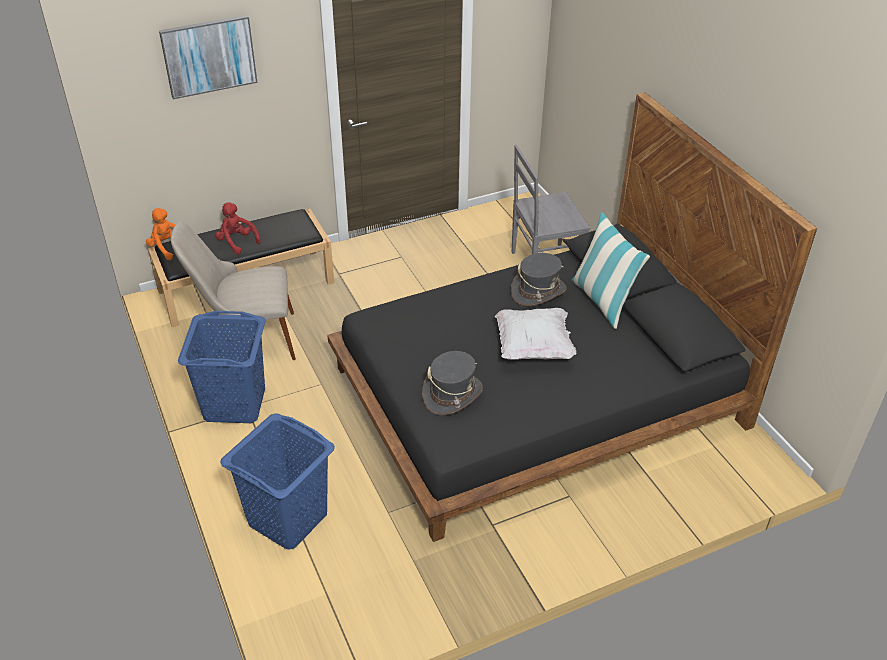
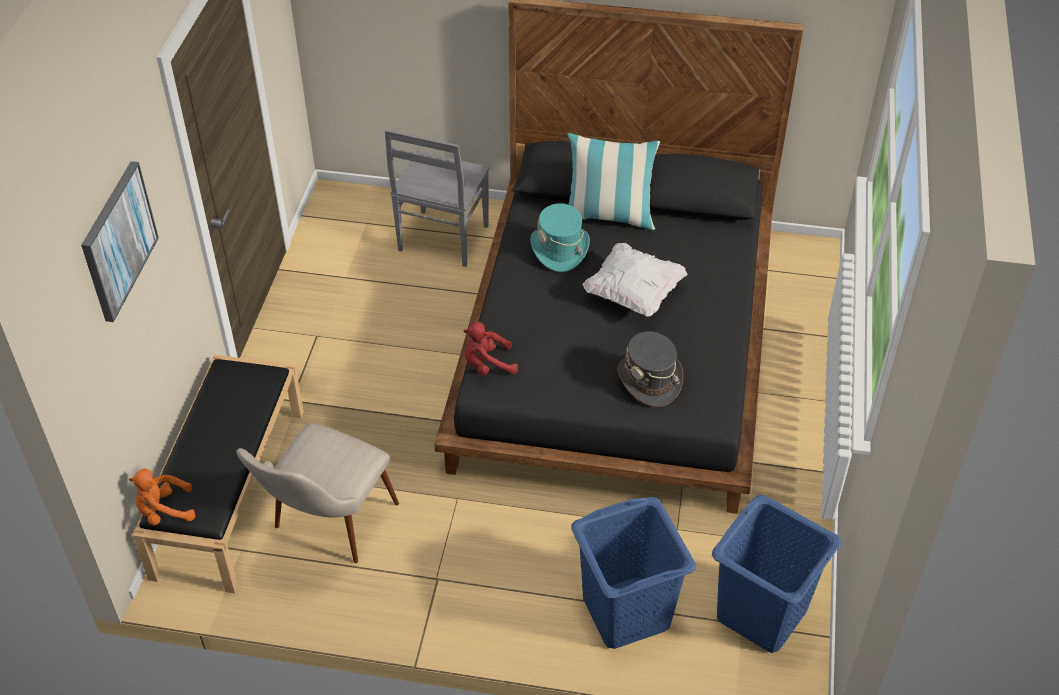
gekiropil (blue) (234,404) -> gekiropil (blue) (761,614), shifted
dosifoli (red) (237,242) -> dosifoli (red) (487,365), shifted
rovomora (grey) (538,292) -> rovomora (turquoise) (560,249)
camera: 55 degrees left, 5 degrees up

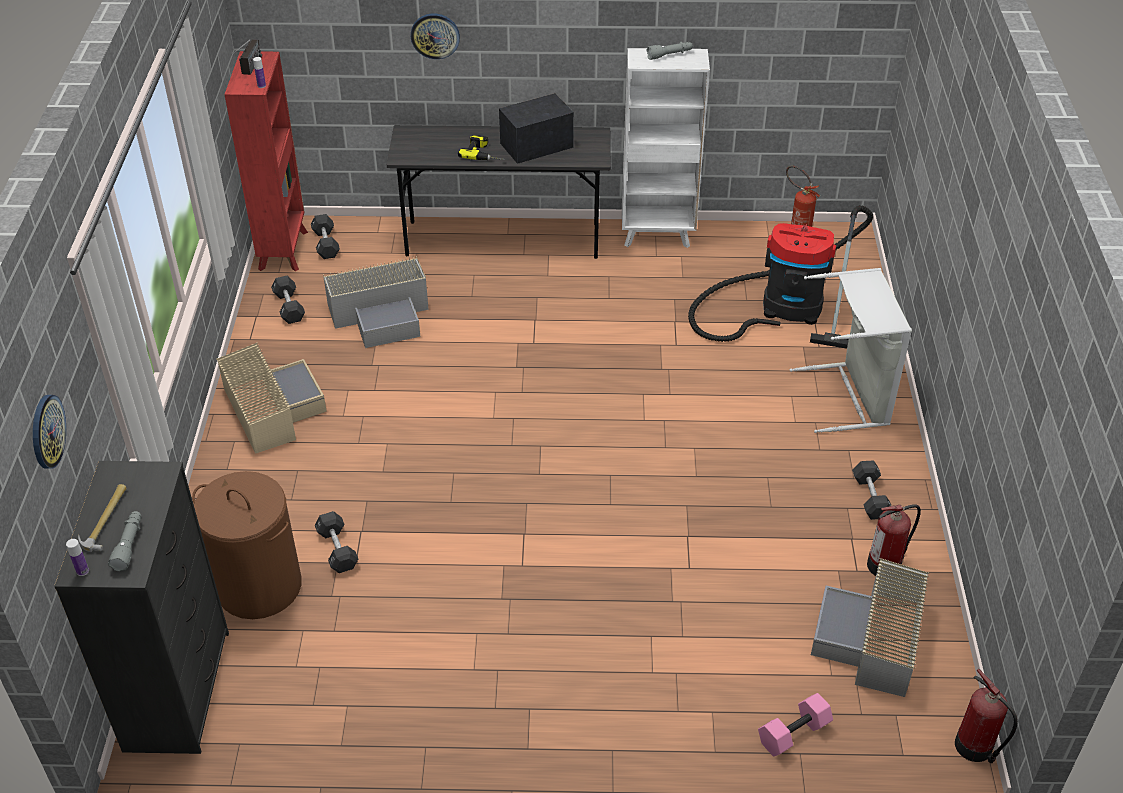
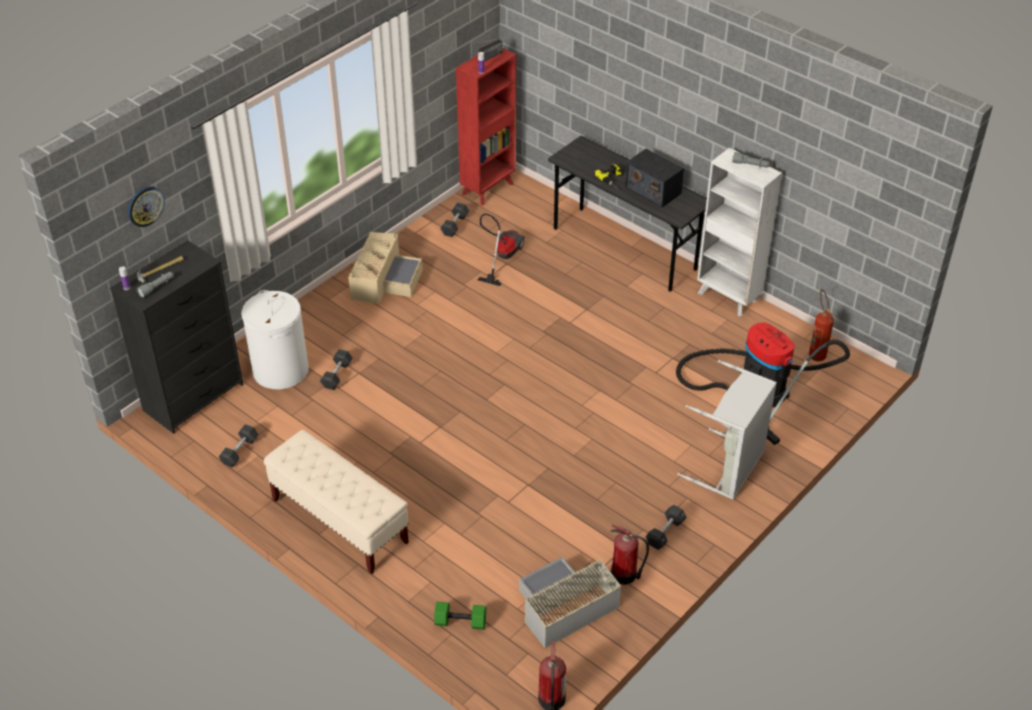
gekiropil (brown) (258,586) -> gekiropil (white) (280,370)
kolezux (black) (326,244) -> kolezux (black) (240,451), shifted
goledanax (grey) (382,314) -> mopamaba (502,257)
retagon (435,35) -> none
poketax (537,145) -> poketax (652,190), 150 degrees counterclockwise
kolezux (pink) (793,732) -> kolezux (green) (461,621)
none -> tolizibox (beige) (339,521)
camera: 40 degrees right, 0 degrees up

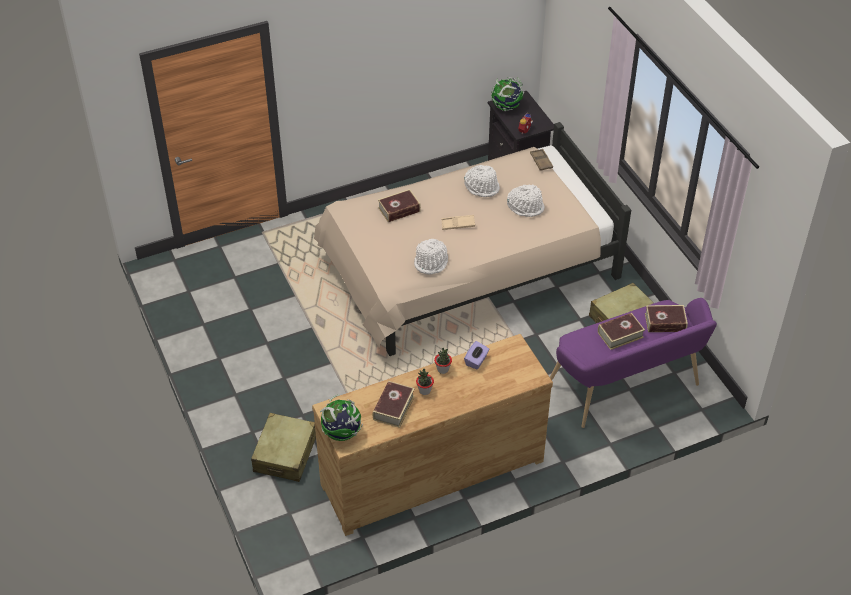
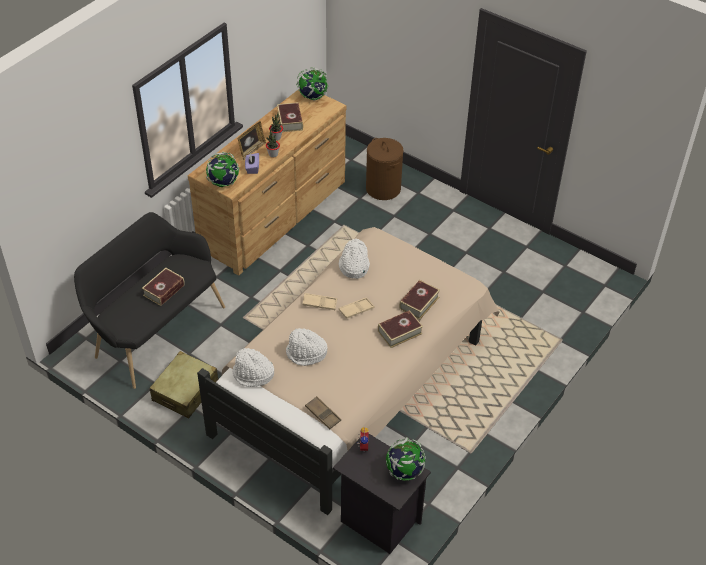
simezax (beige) (285,454) -> gekiropil (brown) (383,189)
rovomora (white) (482,187) -> rovomora (white) (253,375), shifted
tolizibox (purple) (628,389) -> tolizibox (black) (155,331)
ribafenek (665,322) -> ribafenek (399,332), shifted
none -> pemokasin (223,183)
none -> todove (251,150)
none -> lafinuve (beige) (319,303)
camera: 150 degrees right, 0 degrees up

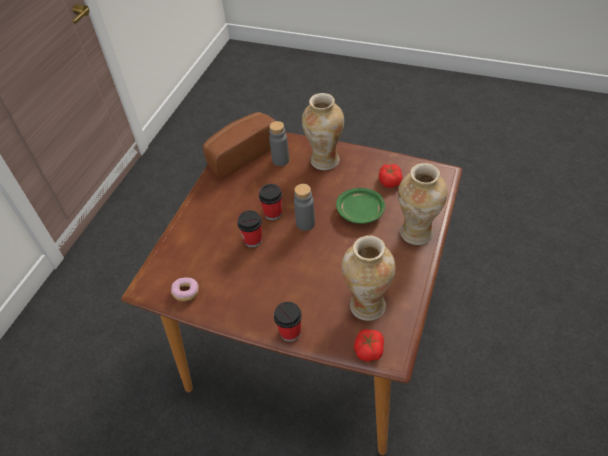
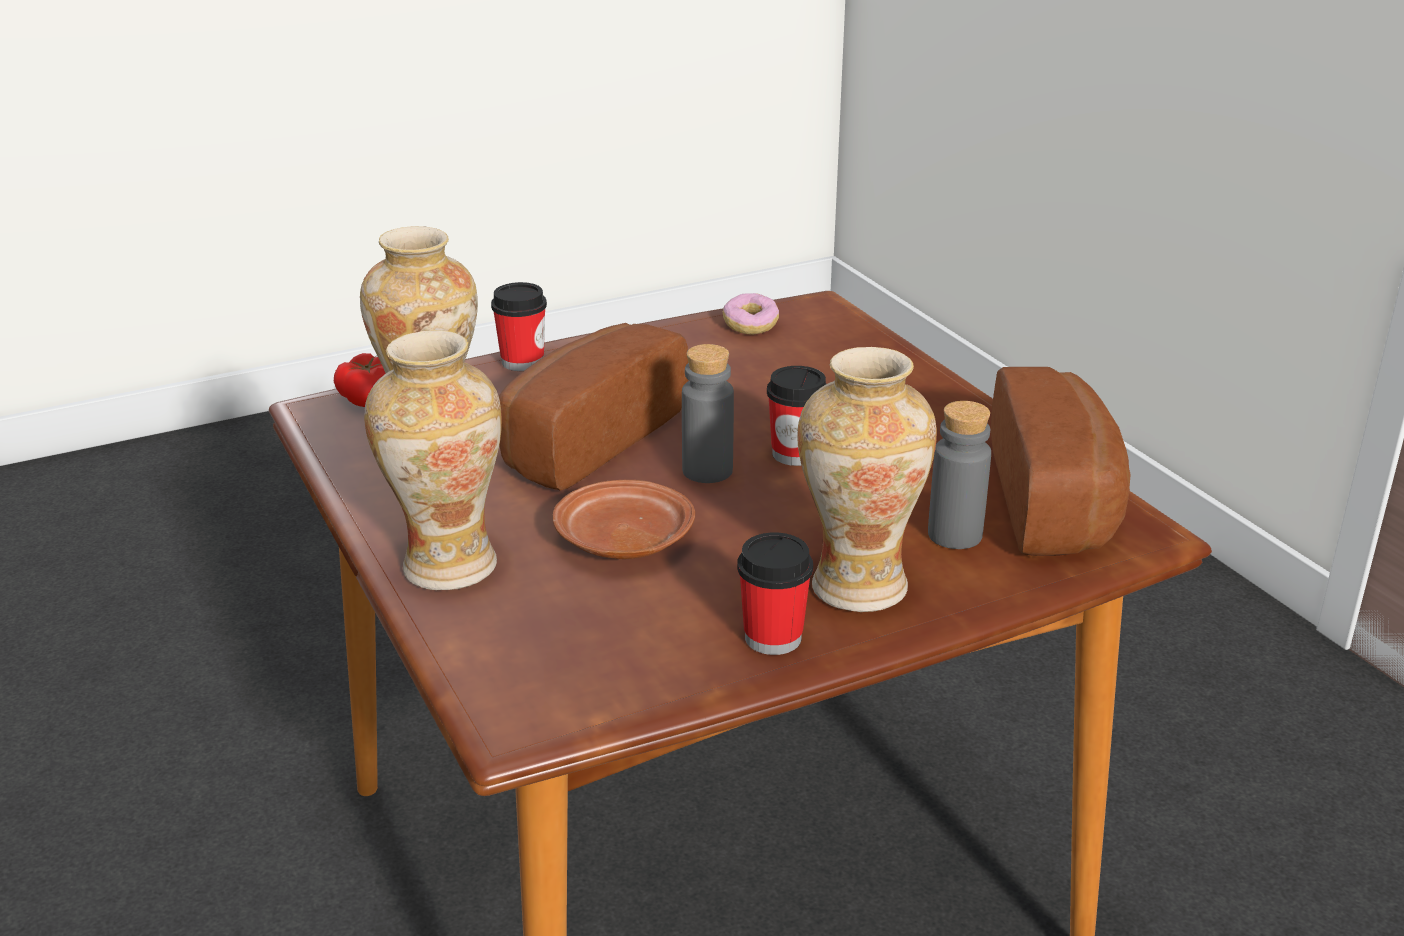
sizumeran (253,240) -> sizumeran (773,638), shifted
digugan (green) (361,212) -> digugan (brown) (622,540)
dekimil (389,181) -> none
none -> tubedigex (584,439)
camera: 130 degrees right, 20 degrees down

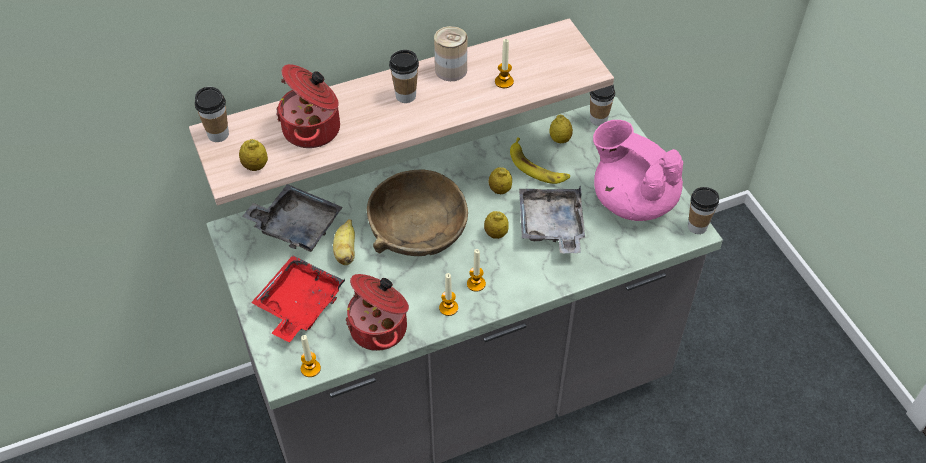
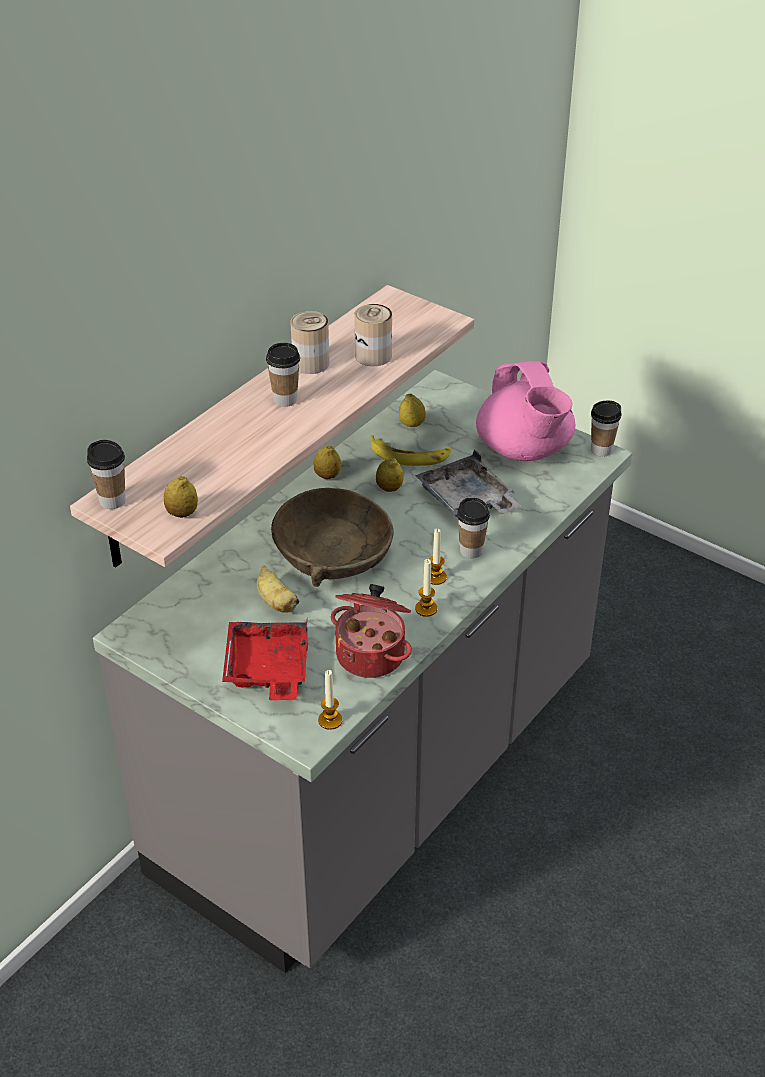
lafinuve (grey) (296,226) -> none
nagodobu (313,129) -> none
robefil (496,234) -> robefil (327,476), shifted
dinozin (504,82) -> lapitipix (373,356)
sizumeran (598,119) -> sizumeran (471,551), shifted
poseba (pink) (632,200) -> poseba (pink) (524,450), 120 degrees counterclockwise
camera: 30 degrees left, 10 degrees down

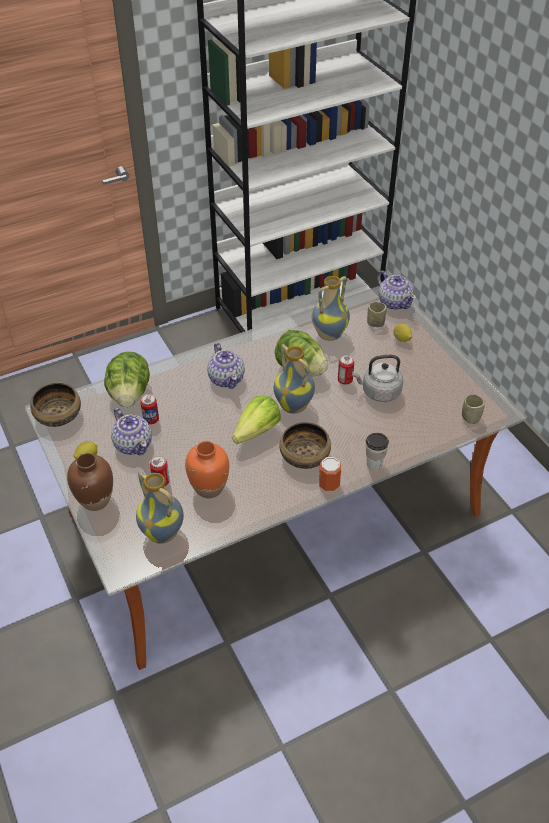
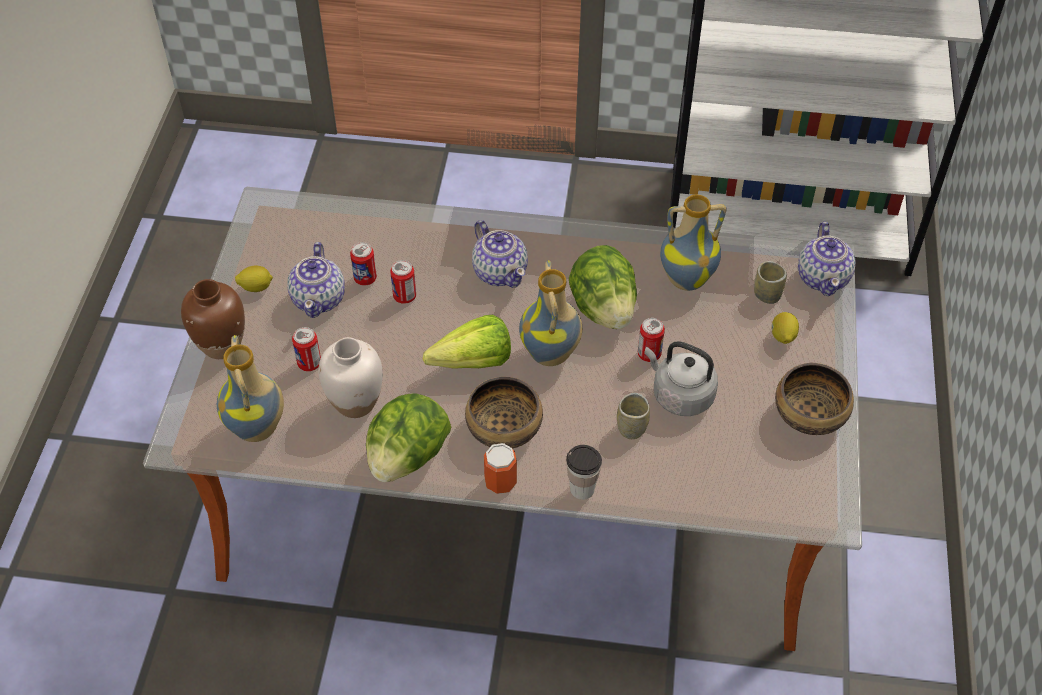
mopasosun (58,415) -> mopasosun (811,413), shifted
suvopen (129,394) -> suvopen (407,457), shifted
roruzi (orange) (209,488) -> roruzi (white) (355,403)
poseba (226,378) -> poseba (500,272), 45 degrees counterclockwise
sizumeran (470,417) -> sizumeran (631,428), shifted
none -> lapitipix (404,296)
camera: 35 degrees right, 5 degrees up

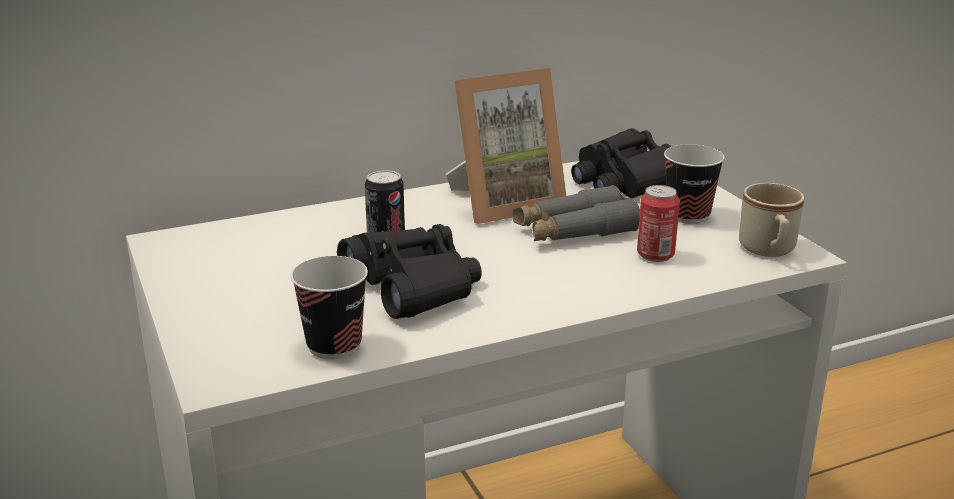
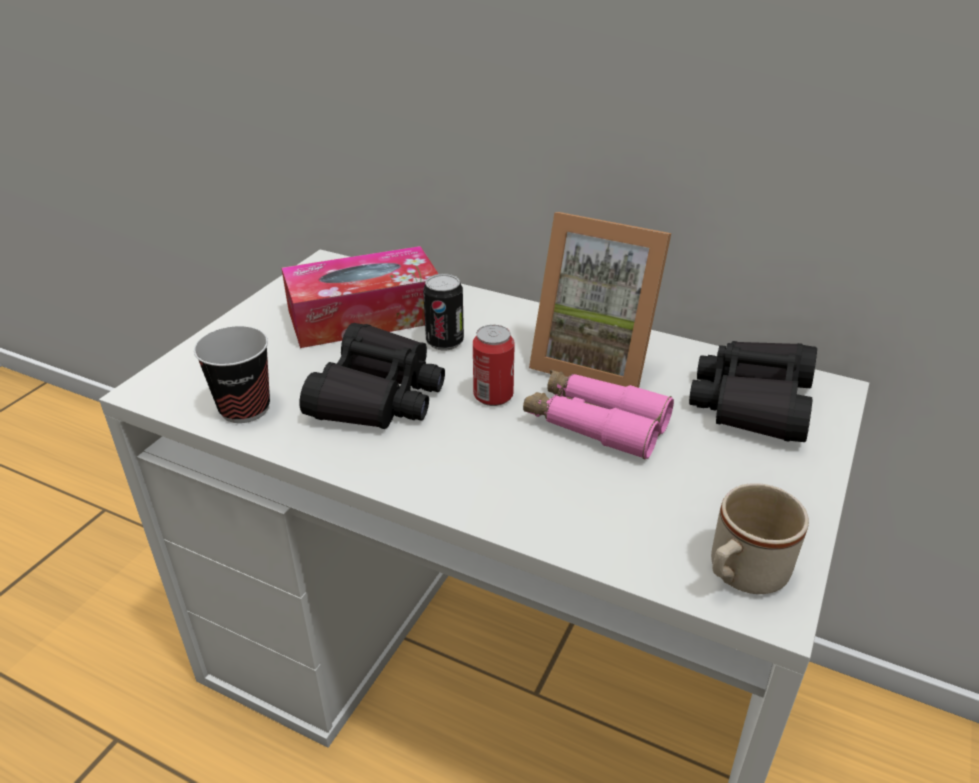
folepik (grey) (574,231) -> folepik (pink) (595,424)
lapitipix (655,255) -> lapitipix (493,396), shifted
sizumeran (688,215) -> none
none -> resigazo (365,316)
camera: 50 degrees right, 10 degrees up

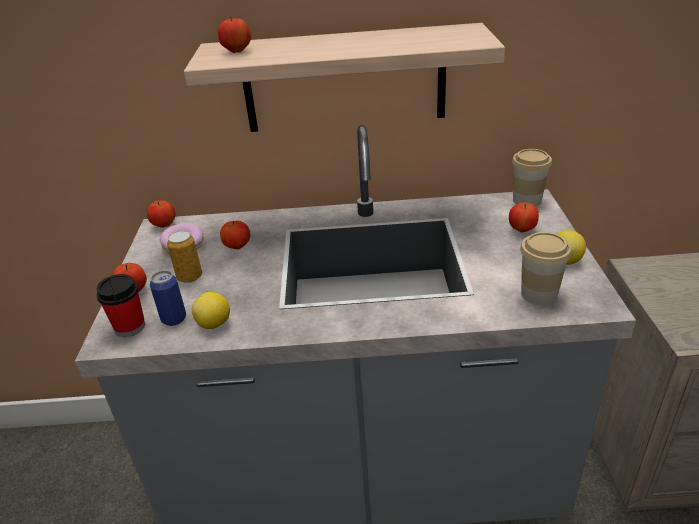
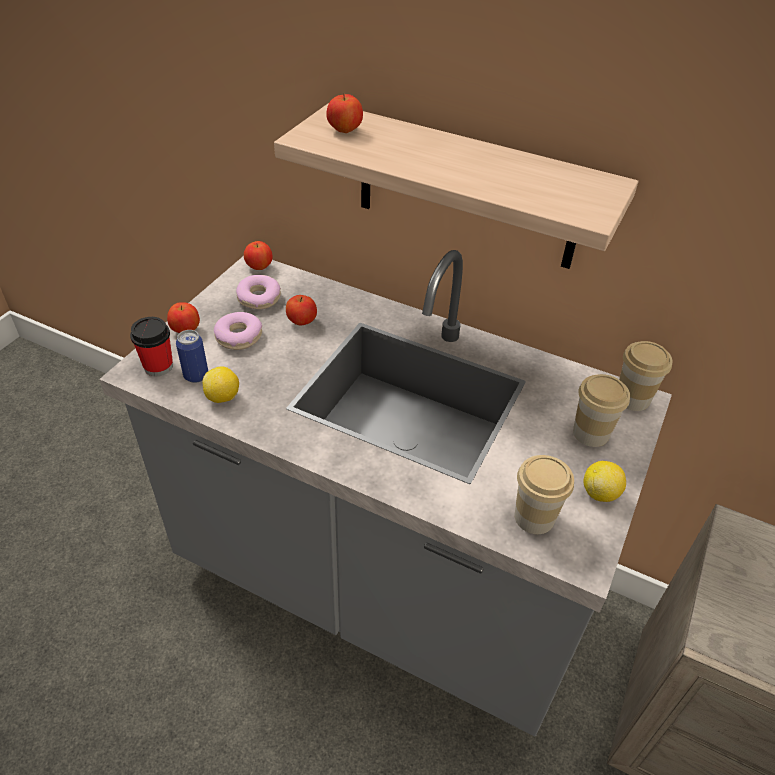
lapitipix (189,277) -> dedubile (239,337)
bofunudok (522,230) -> sizumeran (591,433)
camera: 25 degrees right, 10 degrees up

